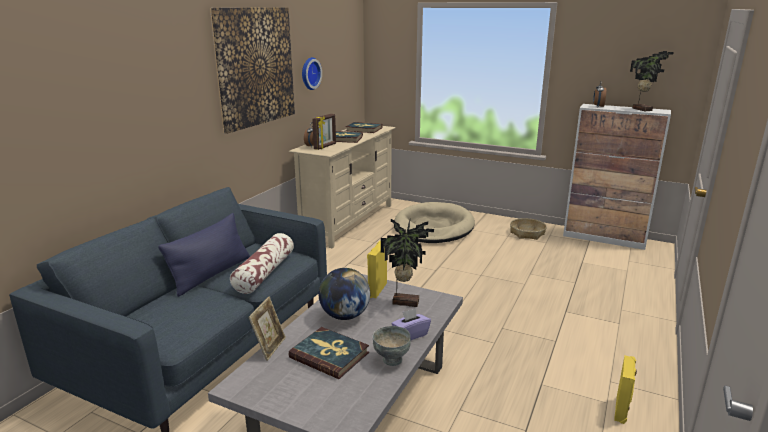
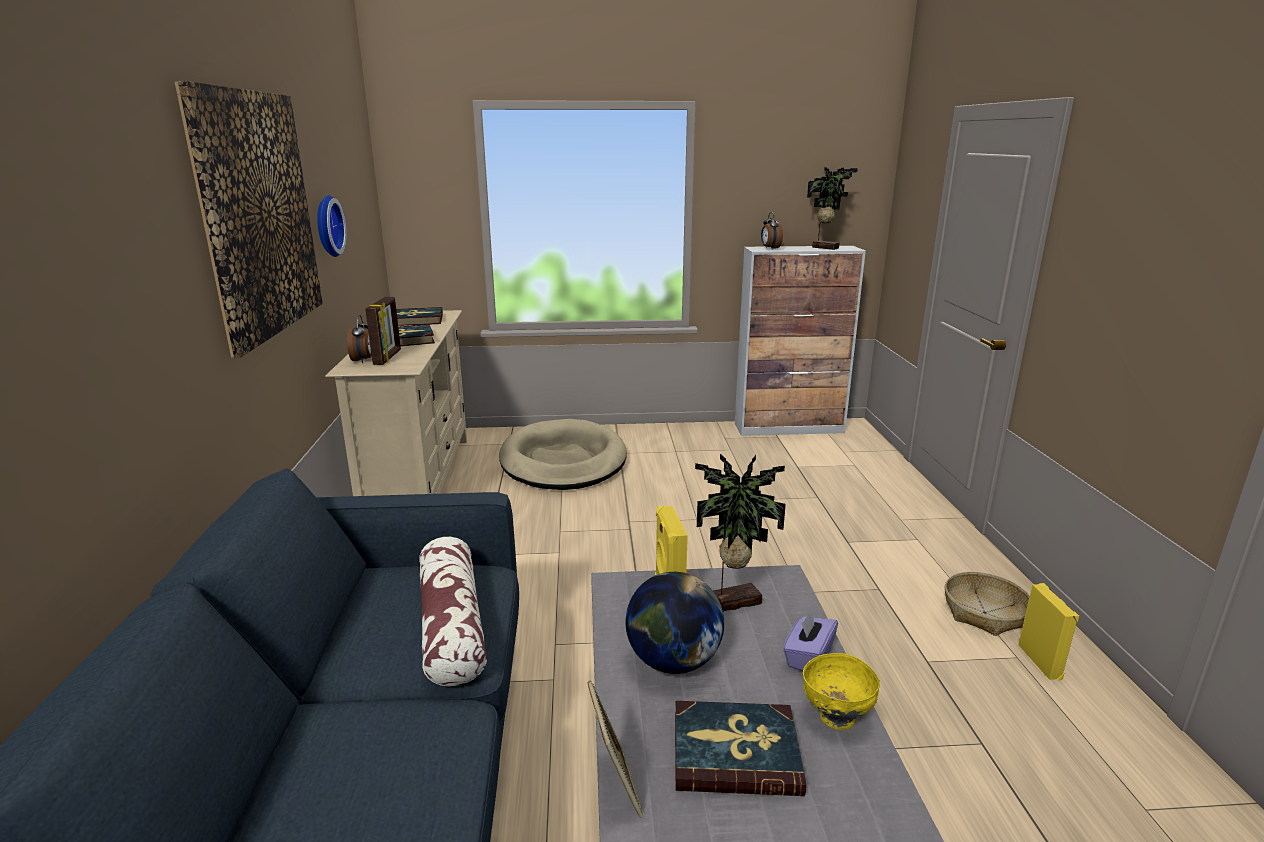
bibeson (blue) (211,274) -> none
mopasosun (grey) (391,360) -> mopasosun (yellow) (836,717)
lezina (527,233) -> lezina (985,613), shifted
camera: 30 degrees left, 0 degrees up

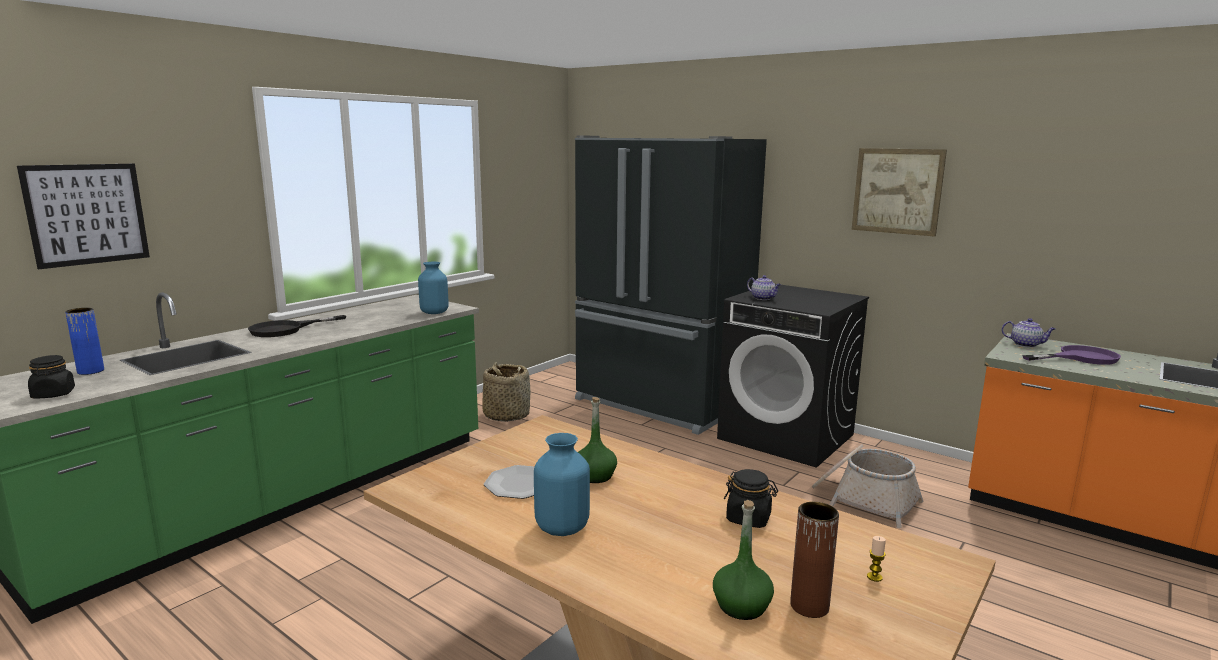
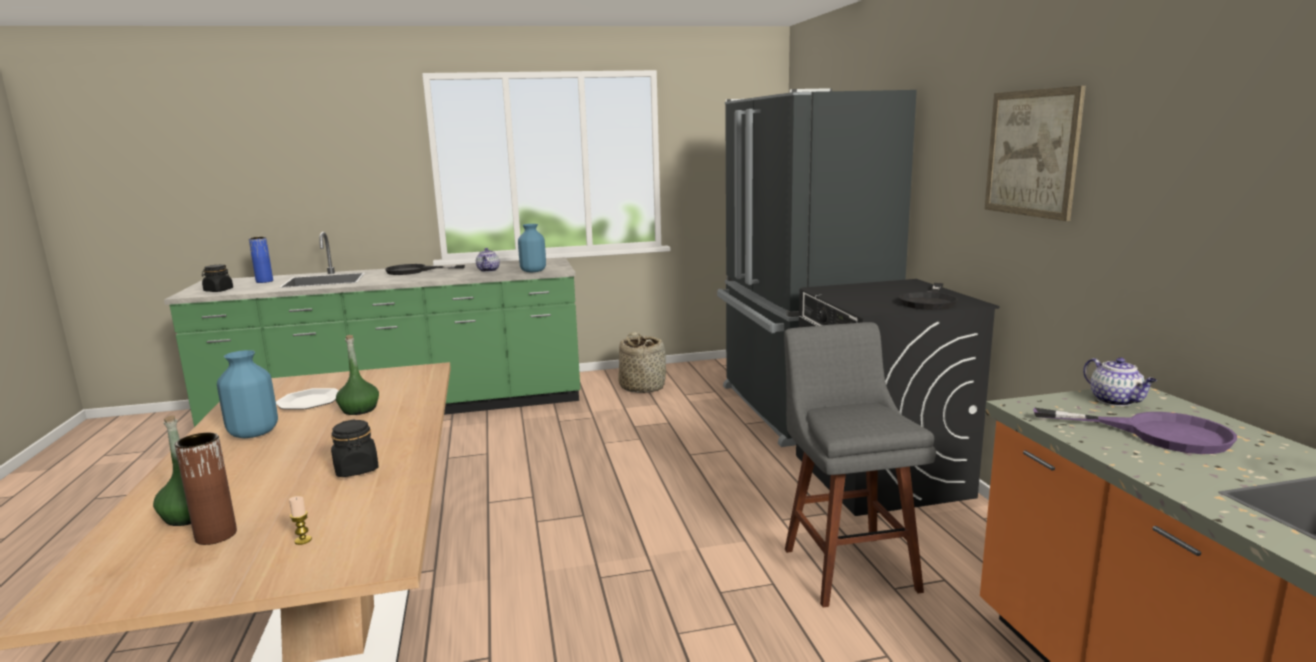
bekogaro (87,214) -> none
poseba (763,298) -> poseba (488,270), shifted
lezina (863,499) -> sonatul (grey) (847,565)
none -> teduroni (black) (929,301)
camera: 40 degrees right, 0 degrees up

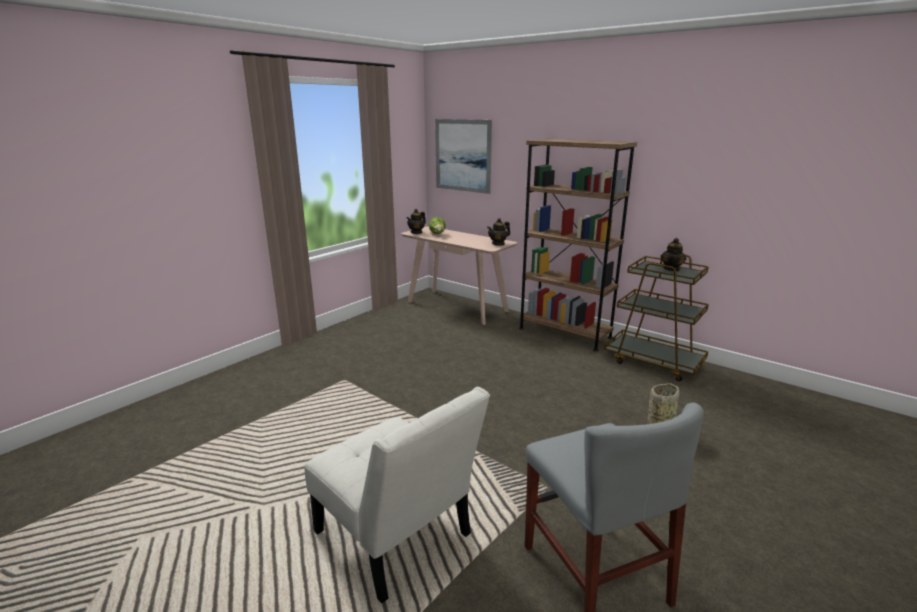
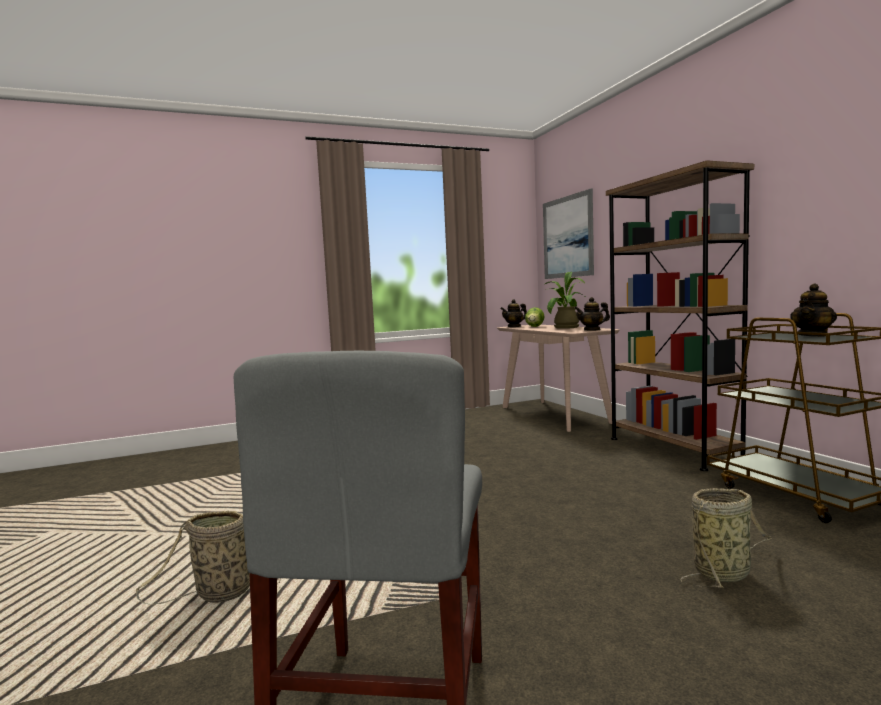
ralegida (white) (397,539) -> lezina (219,594)
none -> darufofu (564,328)
camera: 30 degrees right, 15 degrees down

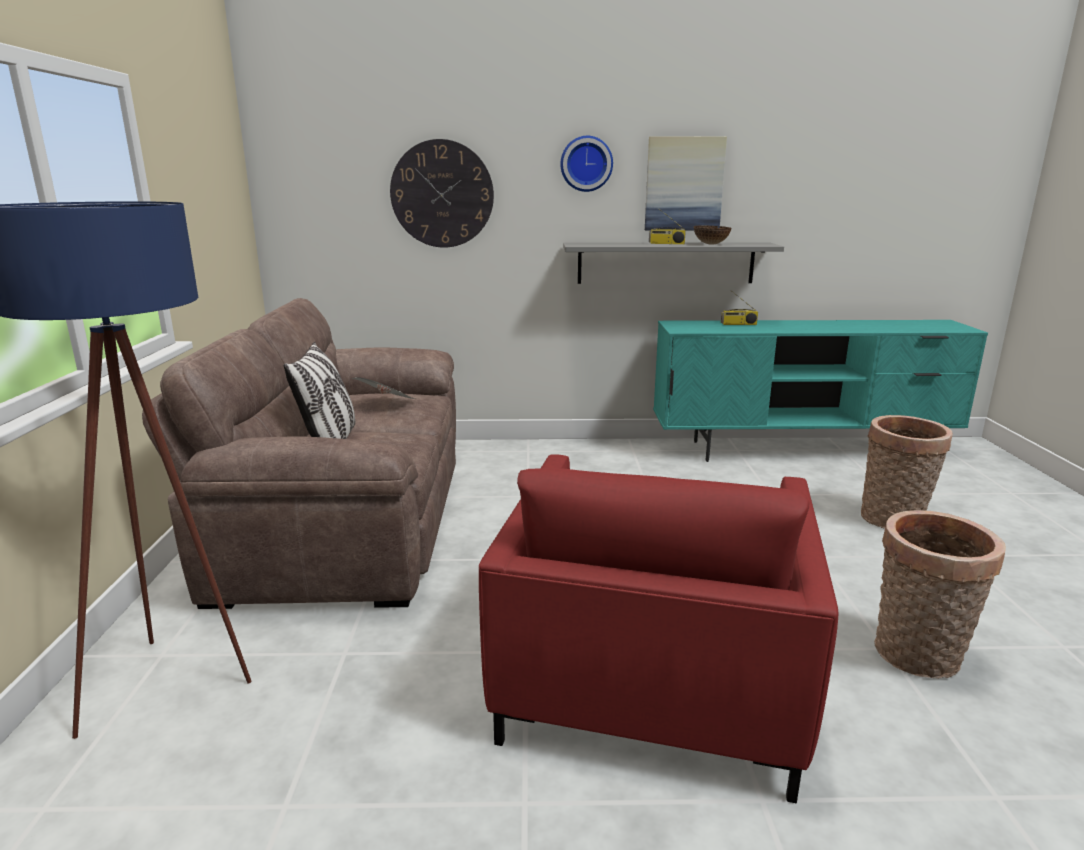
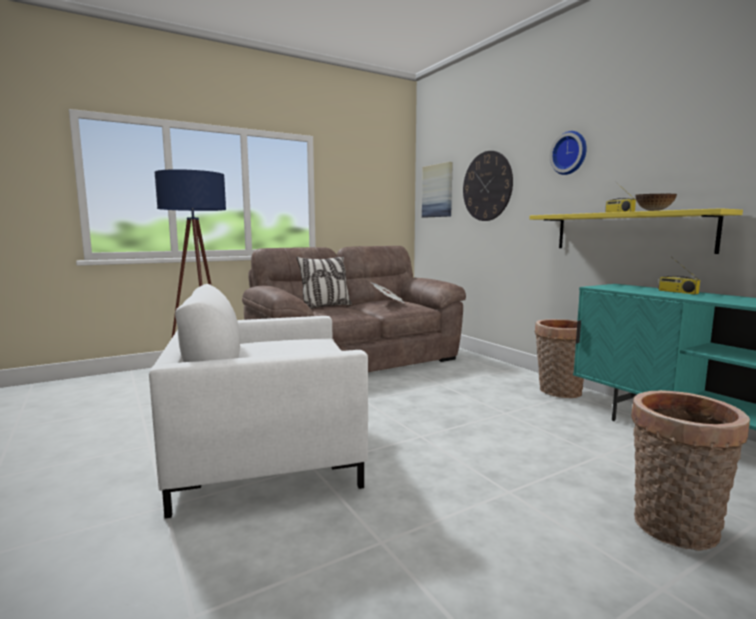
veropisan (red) (650,679) -> veropisan (white) (265,454)
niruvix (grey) (665,263) -> niruvix (yellow) (629,232)
bekogaro (684,184) -> bekogaro (437,191), shifted
lezina (917,657) -> lezina (557,392), shifted
camera: 60 degrees right, 10 degrees down

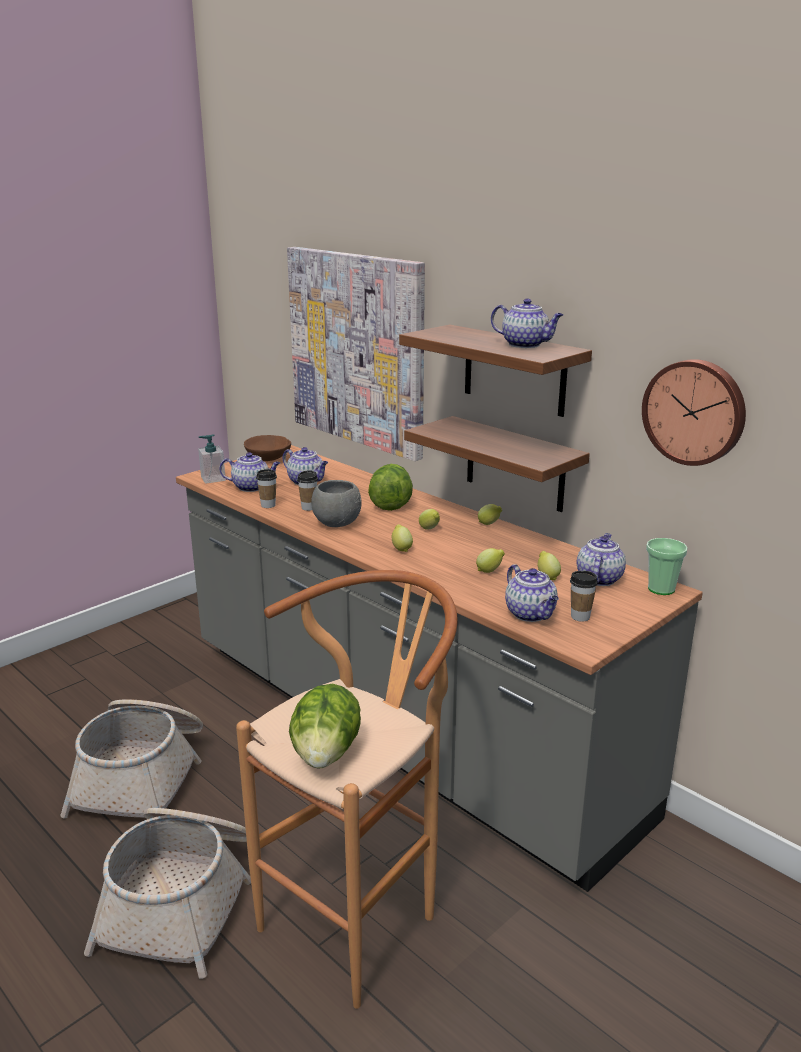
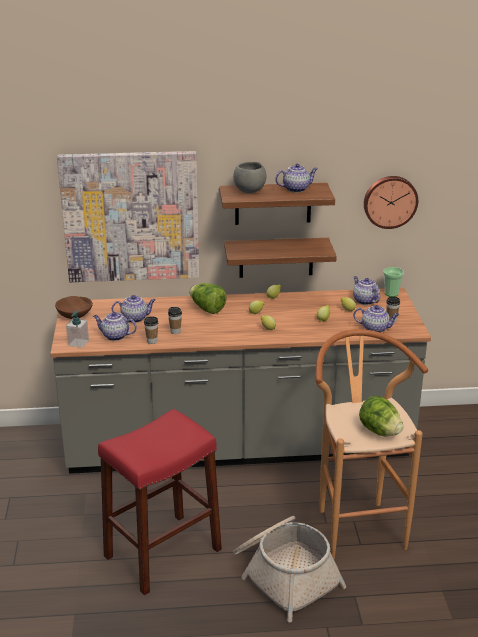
lezina (143,776) -> sonatul (red) (163,553)
poseba (252,487) -> poseba (115,336), 120 degrees counterclockwise
mopasosun (grey) (336,523) -> mopasosun (grey) (249,190), shifted
camera: 50 degrees left, 5 degrees up

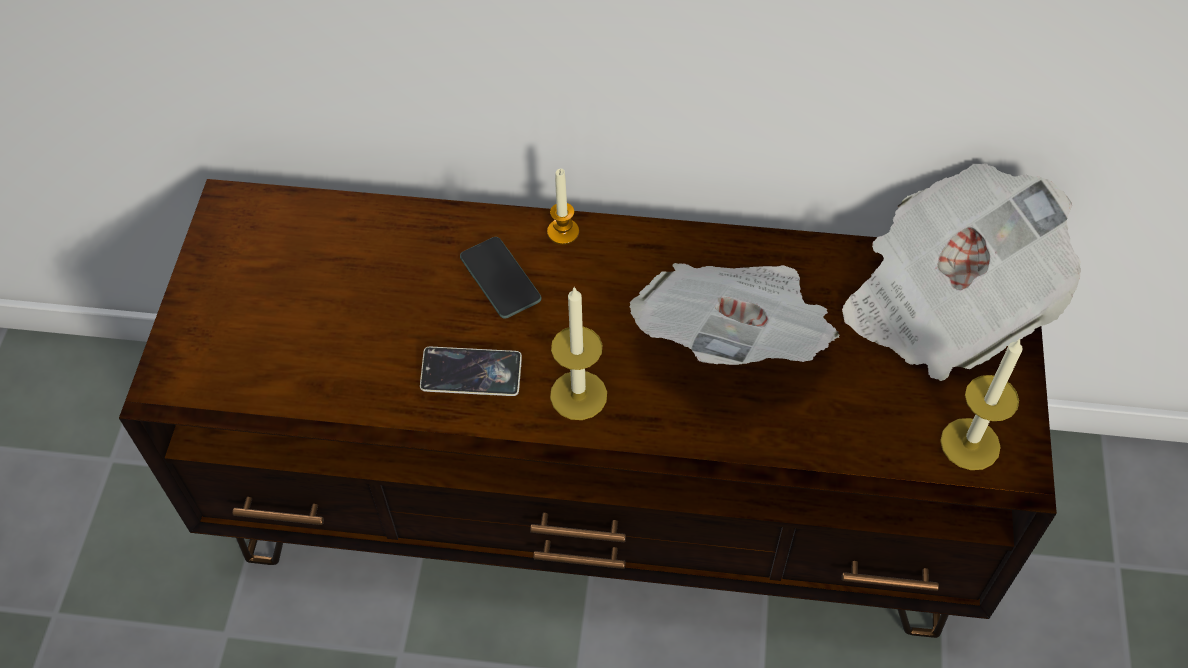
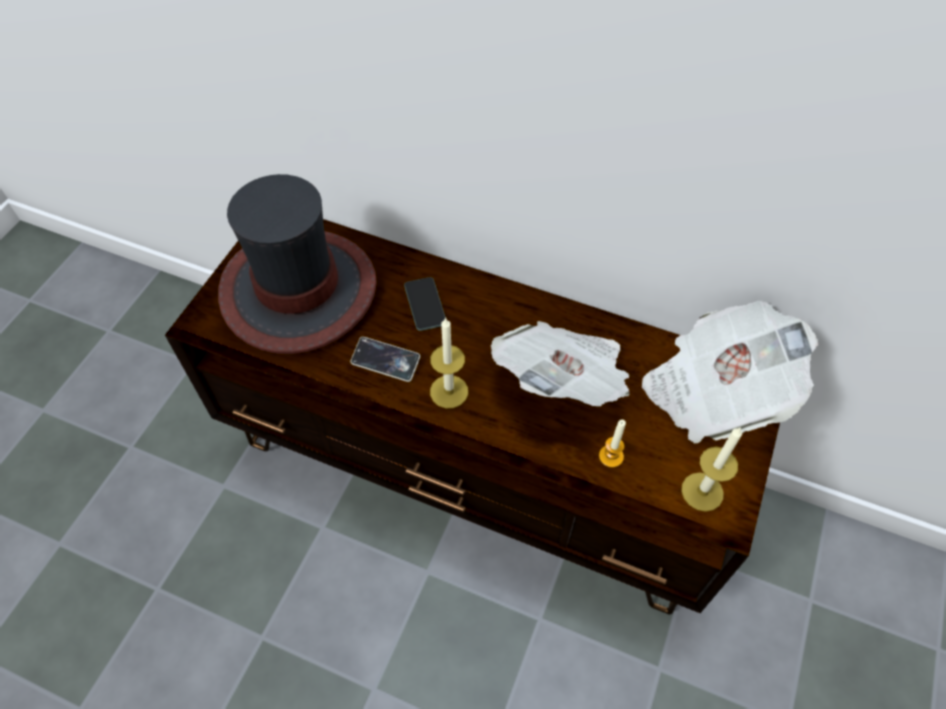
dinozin (563,232) -> dinozin (611,456), shifted
none -> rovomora (298,291)
camera: 15 degrees right, 0 degrees up

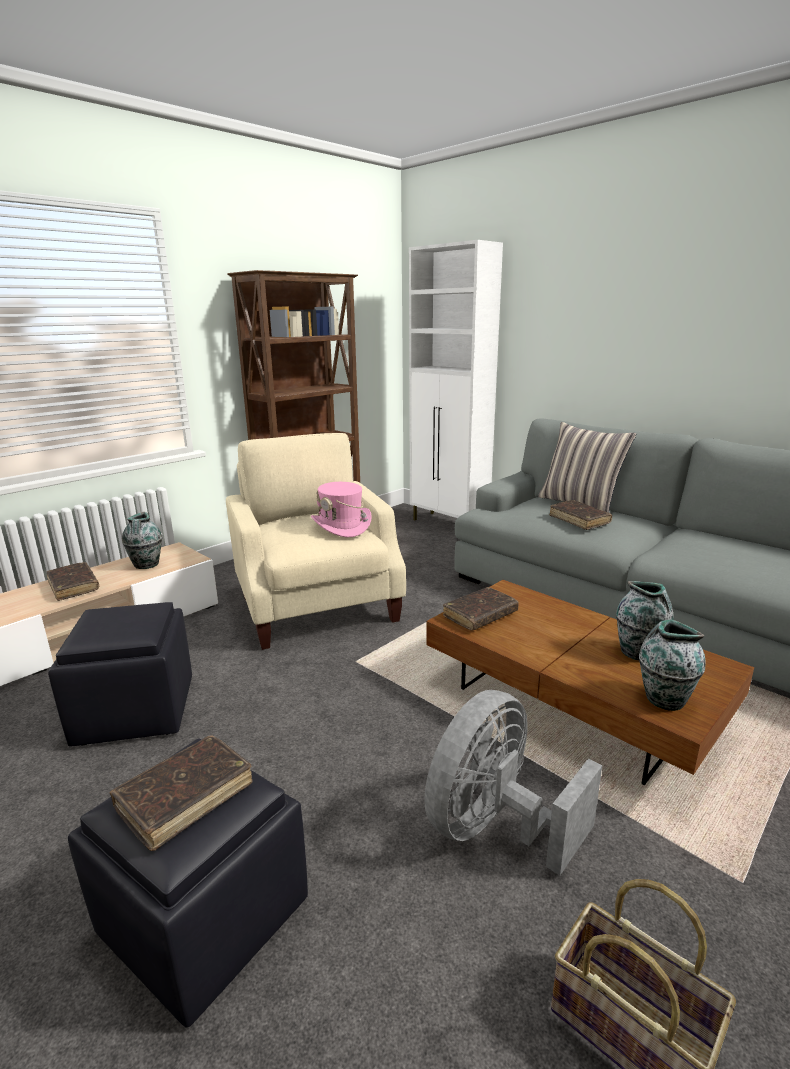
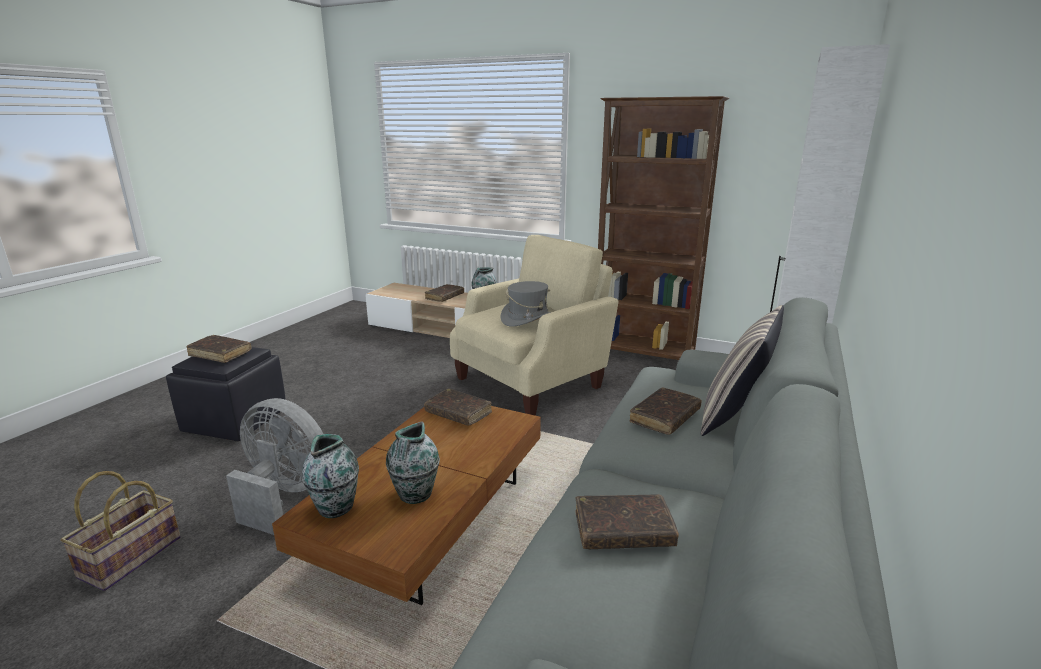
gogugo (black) (135,710) -> none
rovomora (pink) (342,526) -> rovomora (grey) (527,319)
none -> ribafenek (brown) (623,531)
camera: 70 degrees right, 0 degrees up

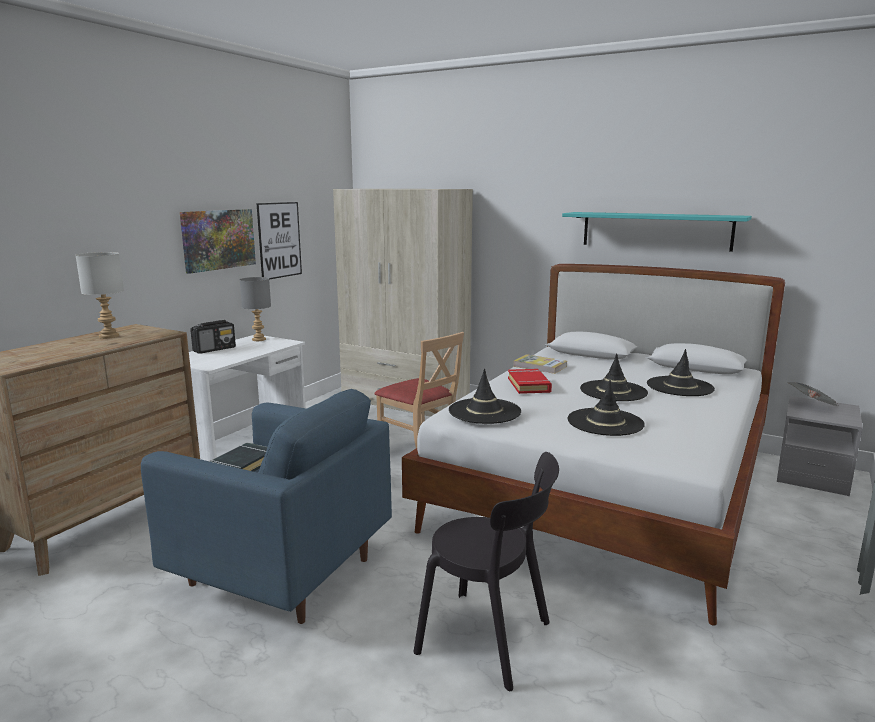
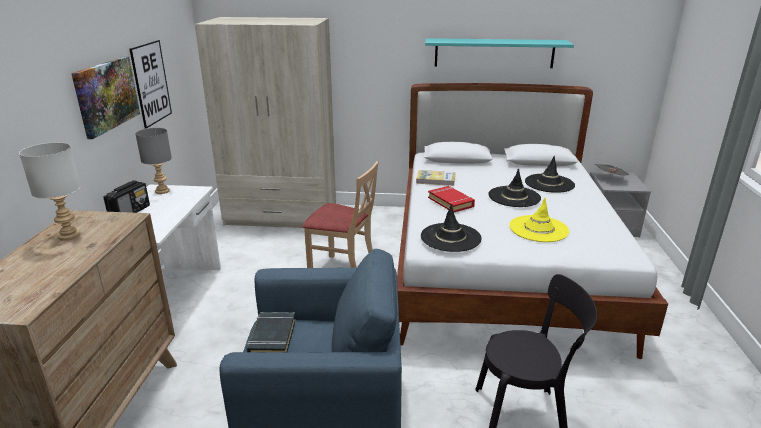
rovomora (black) (605,422) -> rovomora (yellow) (538,229)
camera: 25 degrees left, 10 degrees up

